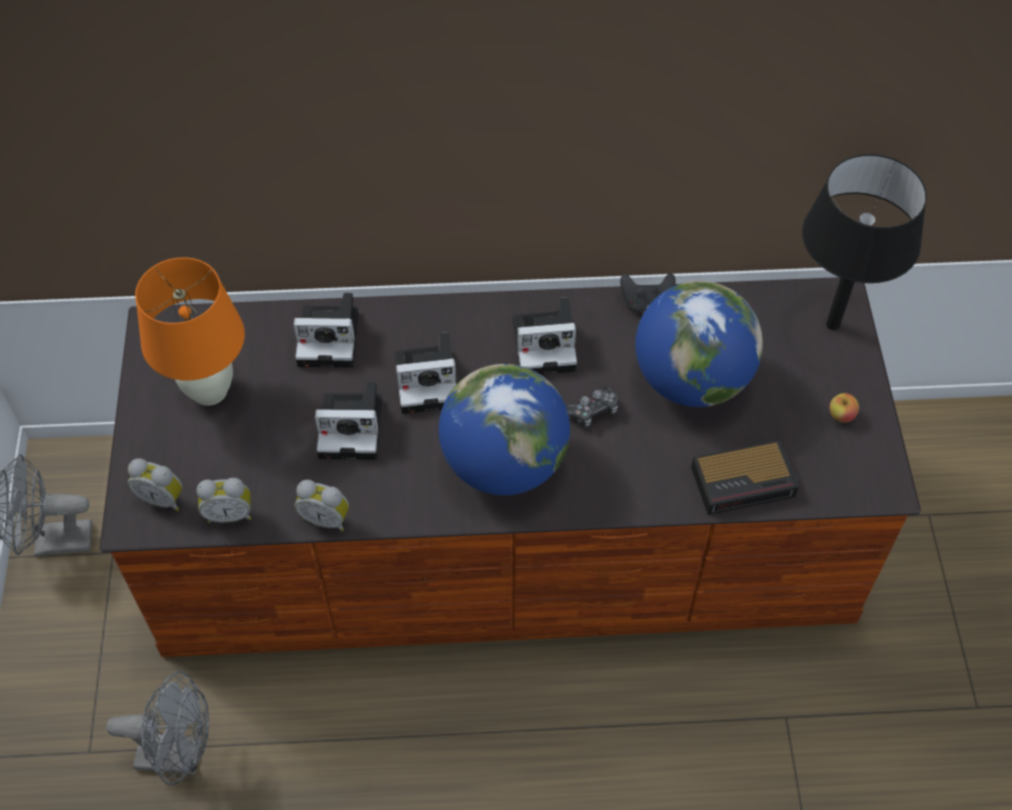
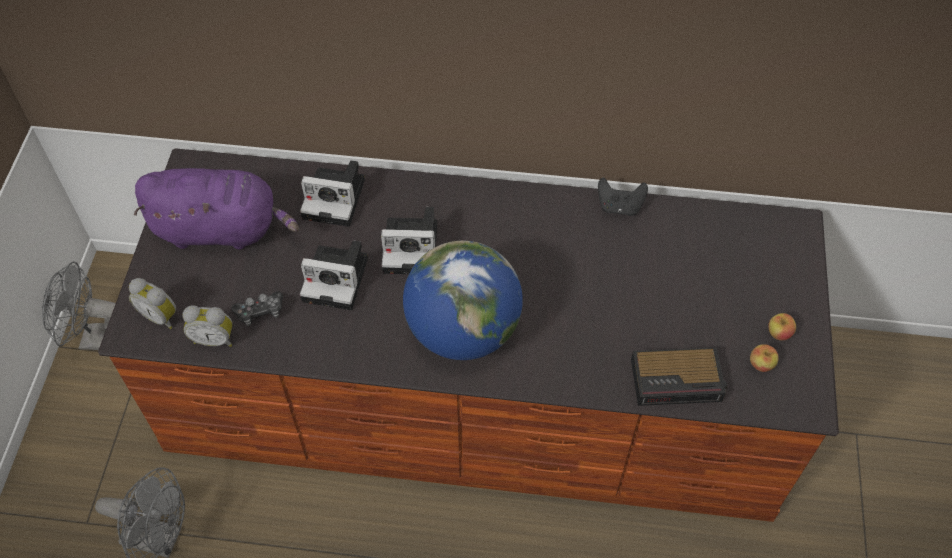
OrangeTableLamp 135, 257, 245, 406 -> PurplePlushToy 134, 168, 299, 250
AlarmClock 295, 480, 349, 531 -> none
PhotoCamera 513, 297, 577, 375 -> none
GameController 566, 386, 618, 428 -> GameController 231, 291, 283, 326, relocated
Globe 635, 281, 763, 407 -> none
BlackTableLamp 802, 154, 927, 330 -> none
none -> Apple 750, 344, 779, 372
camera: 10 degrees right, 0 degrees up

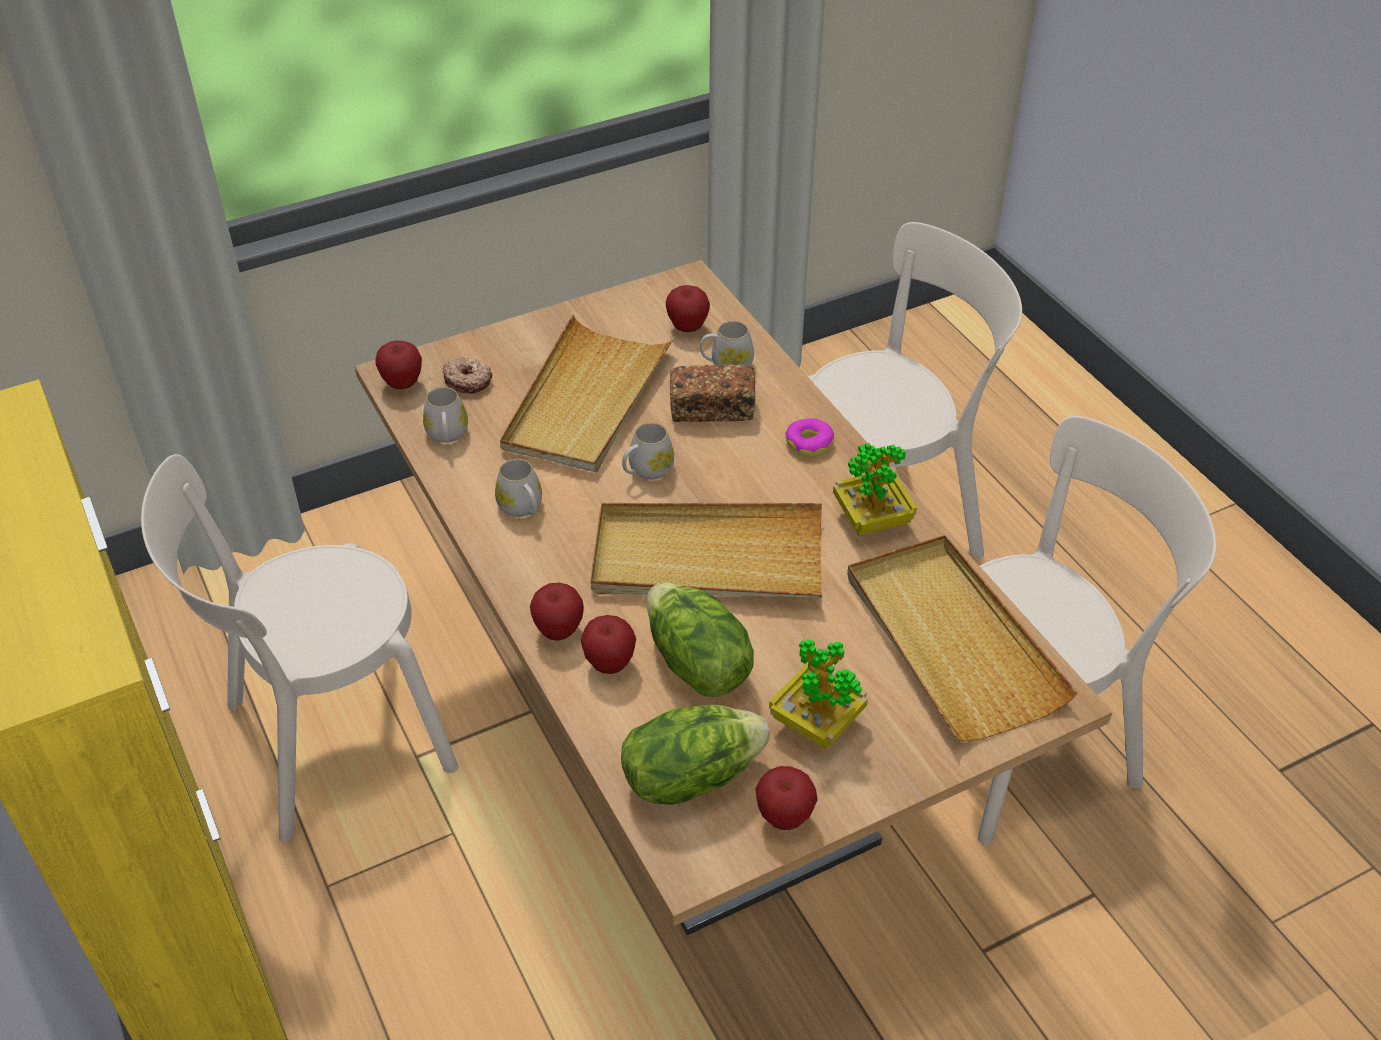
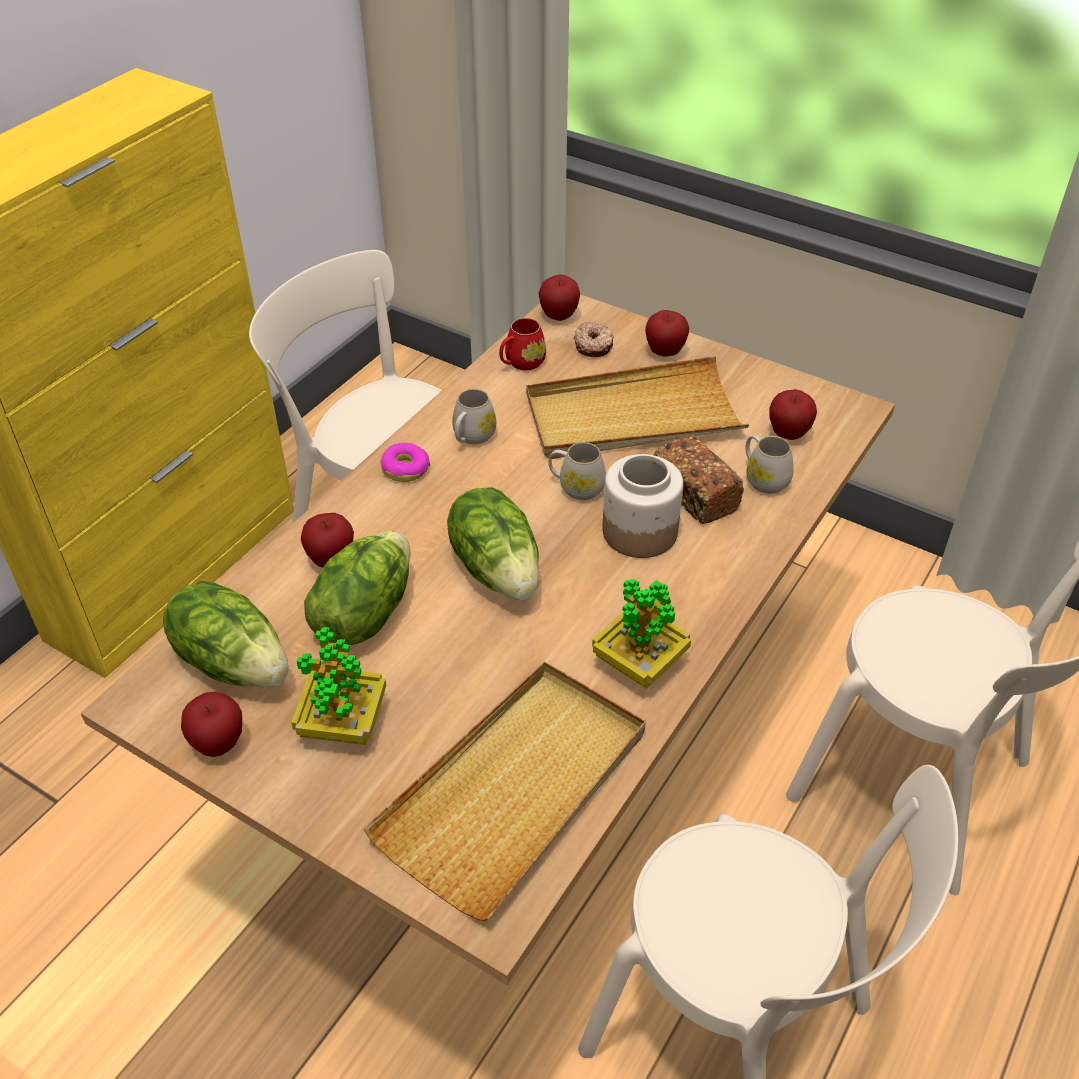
WhiteMug 423, 387, 468, 443 -> RedMug 499, 318, 546, 370
Apple 530, 582, 584, 641 -> Apple 645, 310, 689, 356, relocated
BeigeTray 590, 503, 822, 598 -> Lettuce 447, 487, 539, 600
Donut 785, 418, 834, 457 -> Donut 381, 443, 430, 482, relocated
none -> Jar 603, 454, 683, 558
camera: 60 degrees right, 0 degrees up

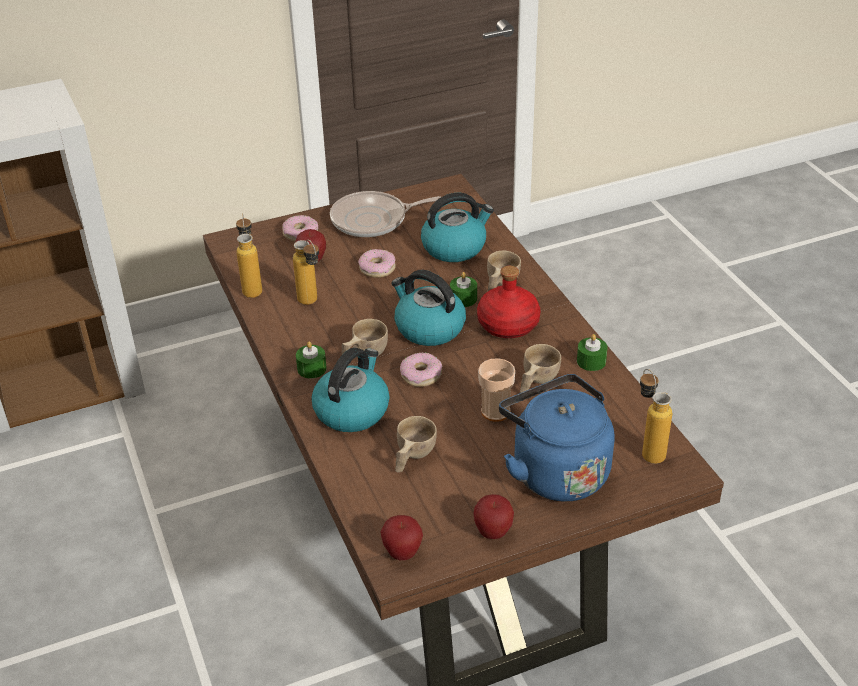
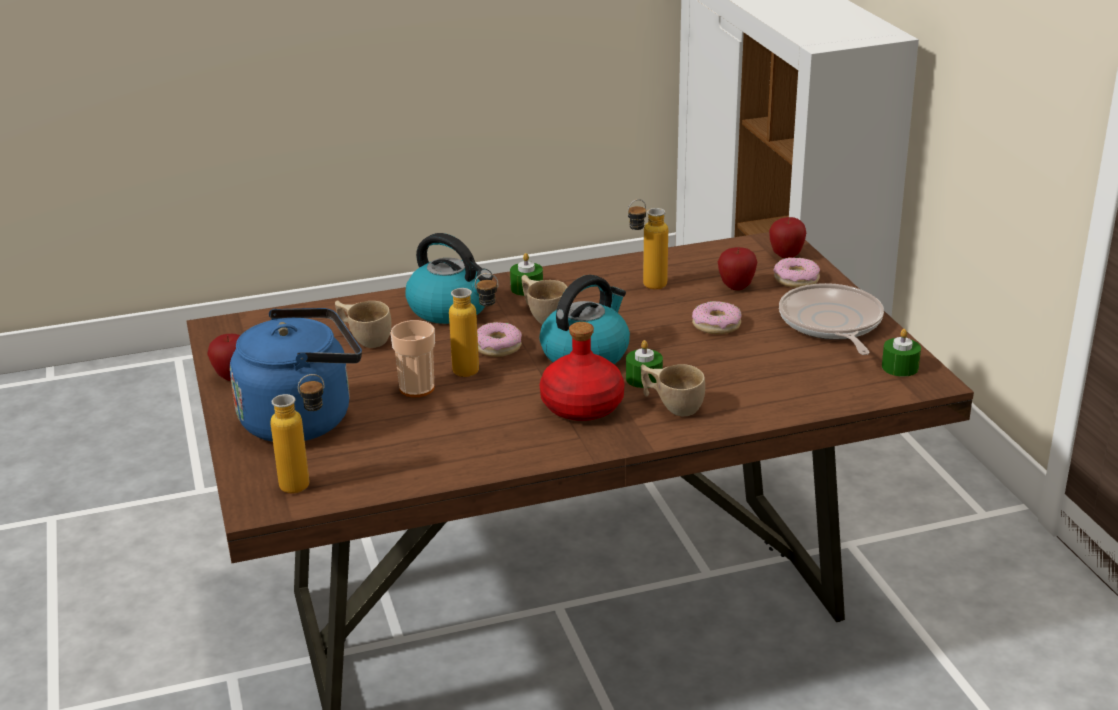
Bottle 236, 213, 262, 298 -> Bottle 449, 273, 498, 377, relocated
Apple 380, 515, 423, 560 -> Apple 769, 217, 806, 258, relocated
Kettle 421, 193, 494, 262 -> none
BeigeCup 520, 344, 561, 393 -> none
GreenCandle 577, 334, 608, 371 -> GreenCandle 882, 329, 921, 377, relocated
camera: 95 degrees right, 10 degrees down

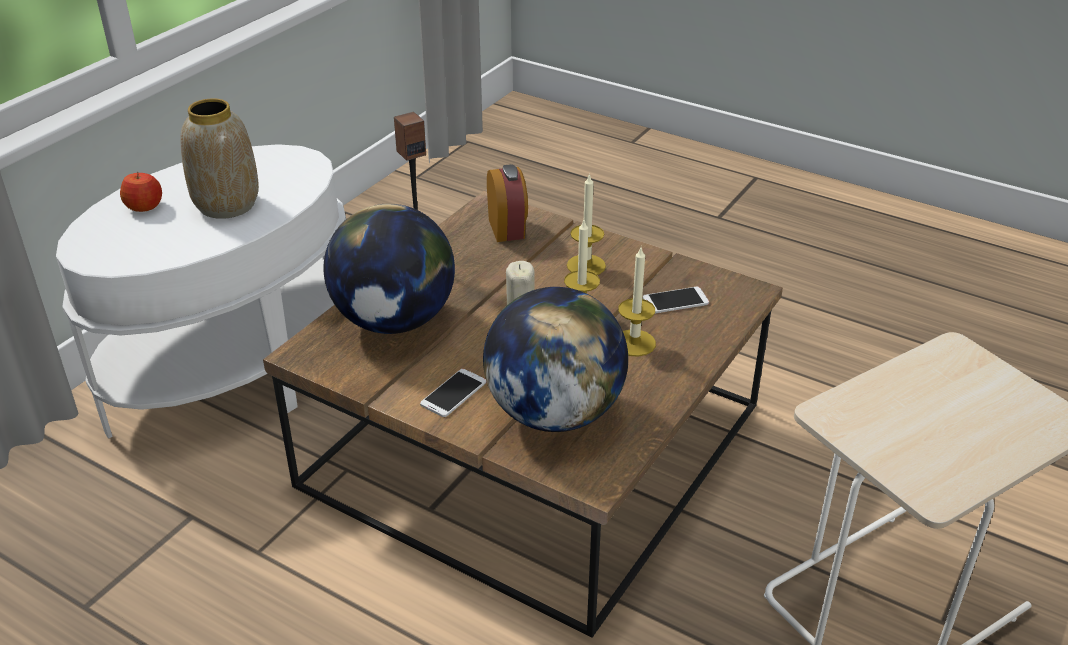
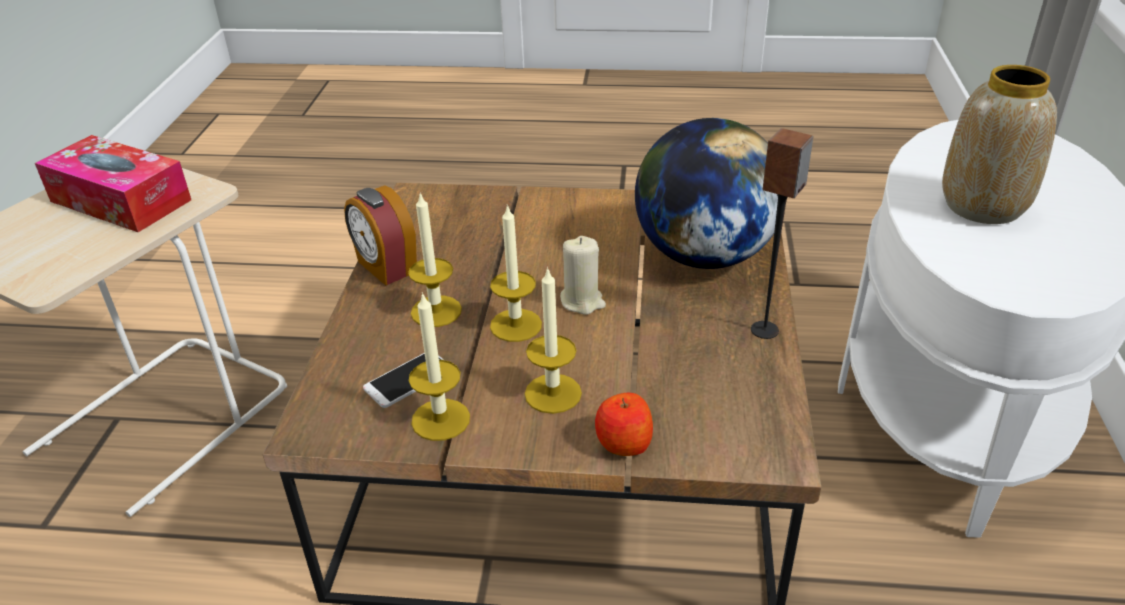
Apple 120, 172, 162, 212 -> Apple 595, 393, 653, 456, relocated
Phone 420, 369, 486, 417 -> none
Globe 483, 287, 628, 432 -> none
AlarmClock 487, 164, 528, 242 -> AlarmClock 344, 185, 417, 286, relocated
none -> TissueBox 35, 135, 191, 232
none -> Candle 409, 292, 470, 441
camera: 155 degrees right, 0 degrees up

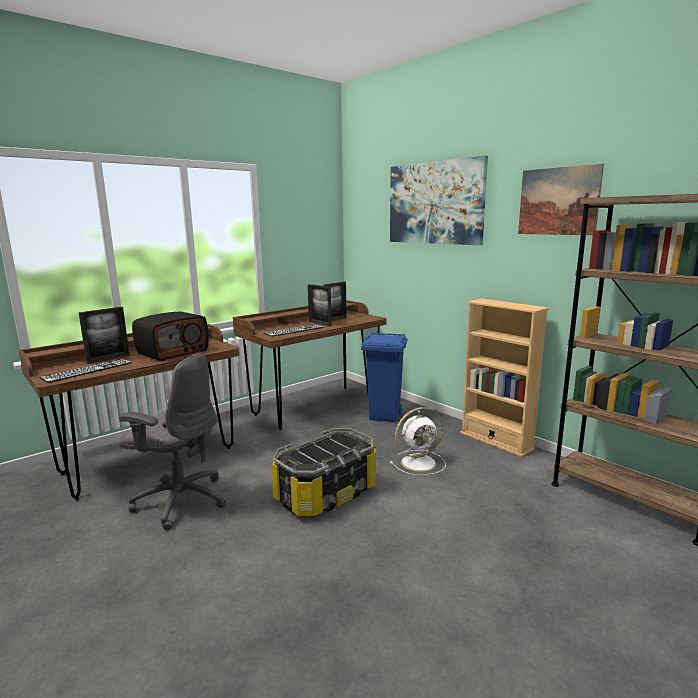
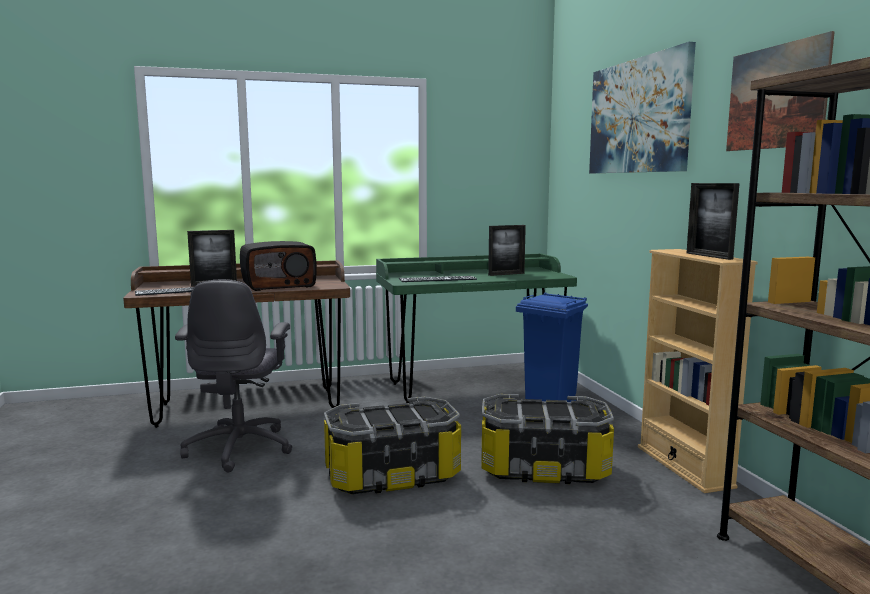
GreyOfficeChair 118, 354, 226, 530 -> GreyOfficeChair 175, 280, 292, 473, 45 degrees clockwise
BrownDesk 233, 300, 387, 430 -> GreenDesk 376, 253, 577, 403
PictureFrame 308, 284, 332, 326 -> PictureFrame 687, 183, 740, 260, relocated
WhiteFan 390, 407, 446, 475 -> StorageBox 481, 394, 614, 484
camera: 25 degrees right, 5 degrees down

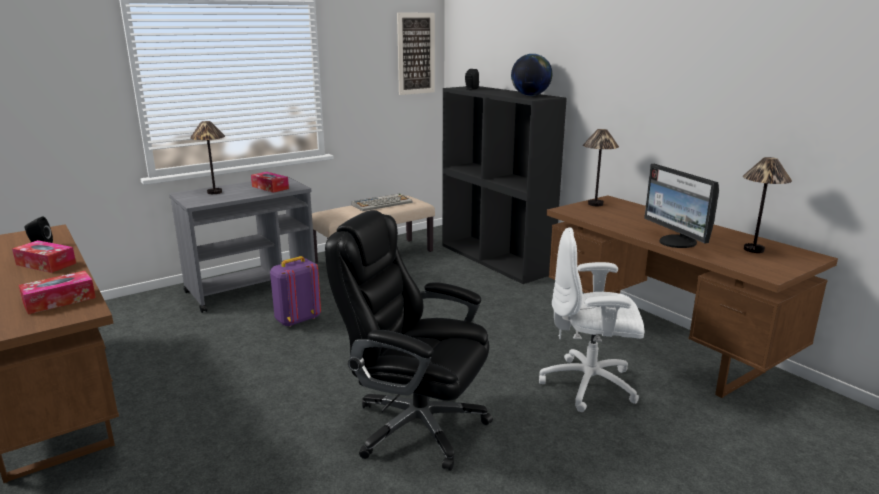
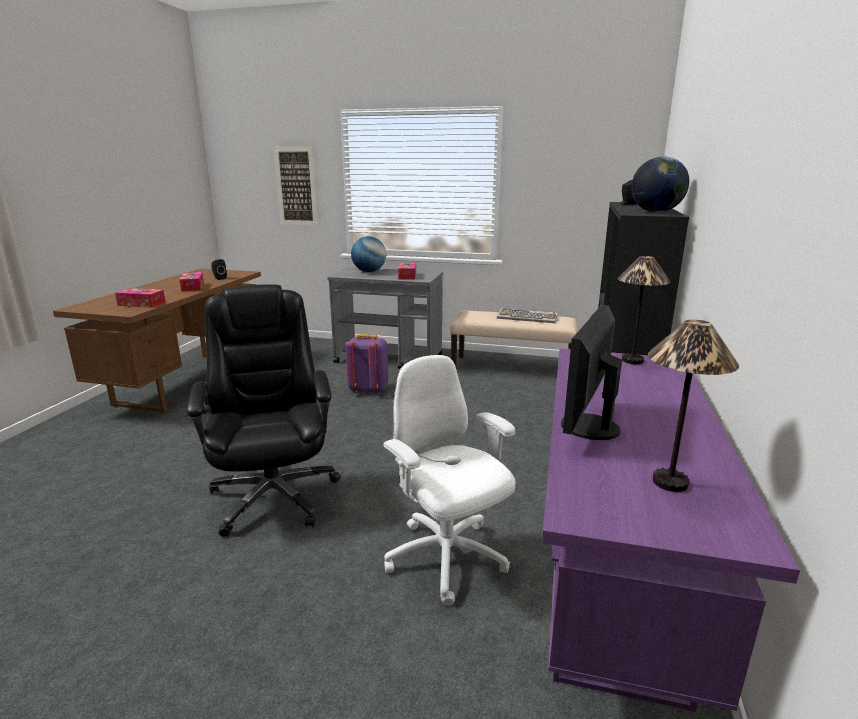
TableLamp 190, 121, 225, 194 -> Globe 351, 236, 386, 272
Picture 397, 13, 435, 95 -> Picture 273, 147, 318, 225, relocated
BrownDesk 547, 195, 838, 398 -> PurpleDesk 542, 349, 800, 712
camera: 50 degrees right, 0 degrees up

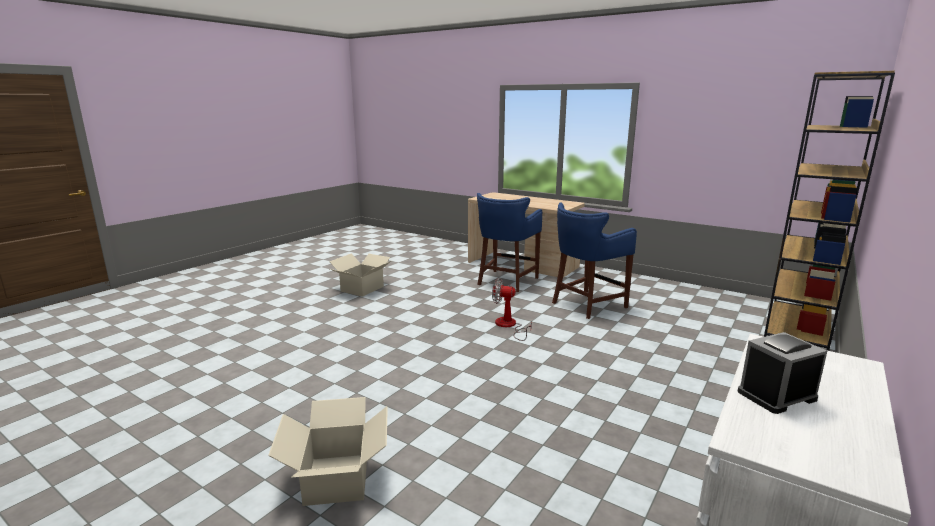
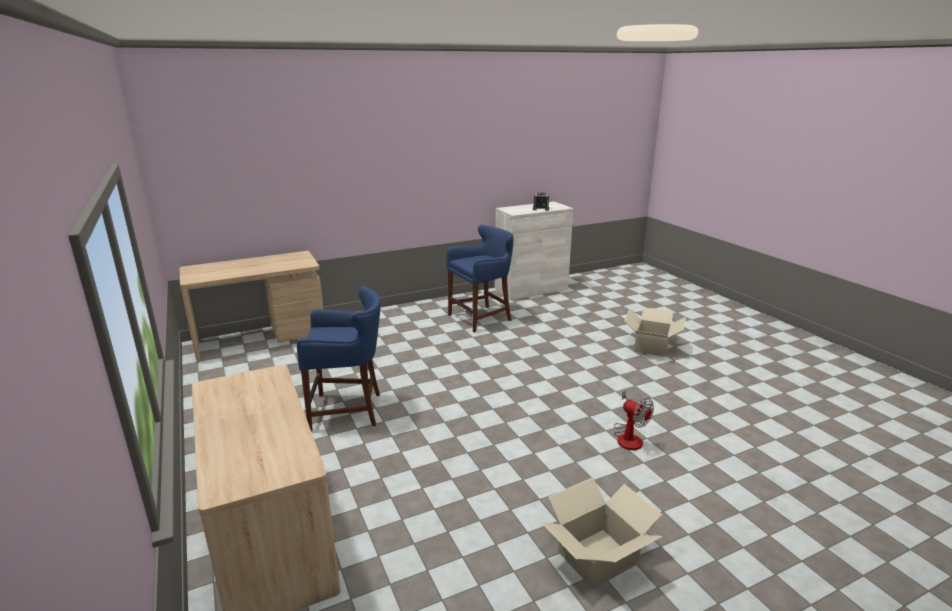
BlueStool 477, 193, 542, 292 -> BlueStool 447, 225, 514, 332, relocated
Fan 492, 278, 532, 341 -> Fan 614, 390, 654, 450, relocated
BrownBookcase 764, 71, 895, 351 -> BeigeDesk 180, 251, 323, 362
camera: 150 degrees left, 5 degrees up

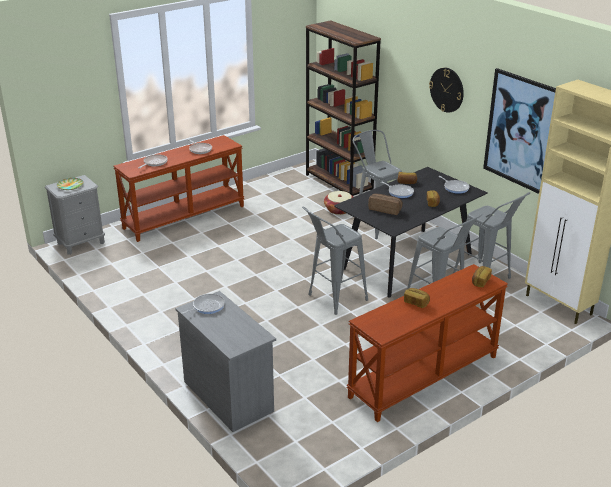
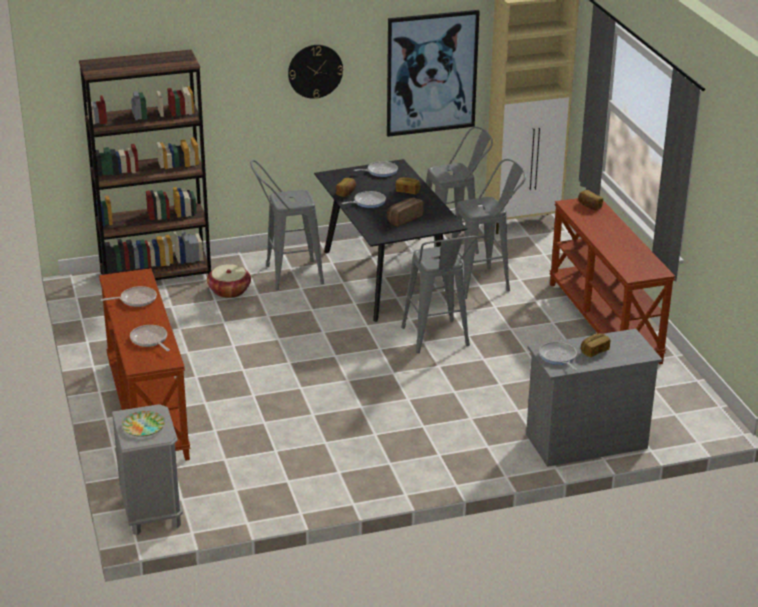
Bread 404, 288, 430, 308 -> Bread 581, 333, 610, 357, relocated
camera: 70 degrees left, 0 degrees up

